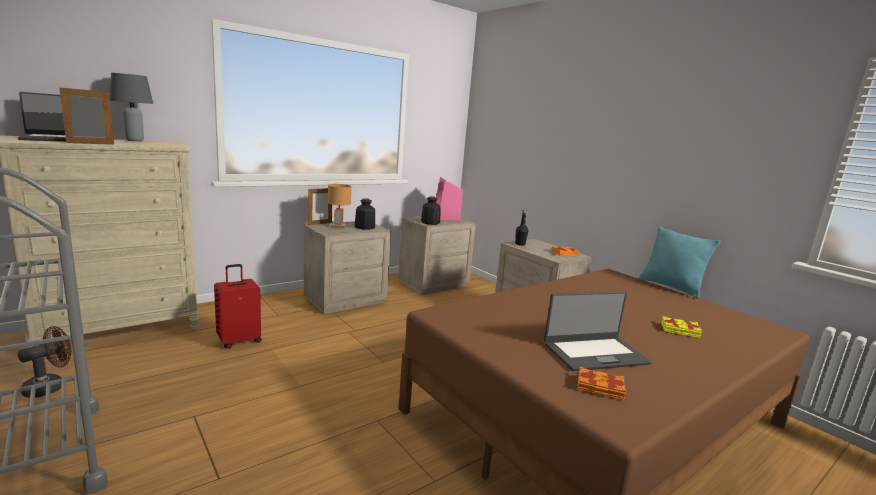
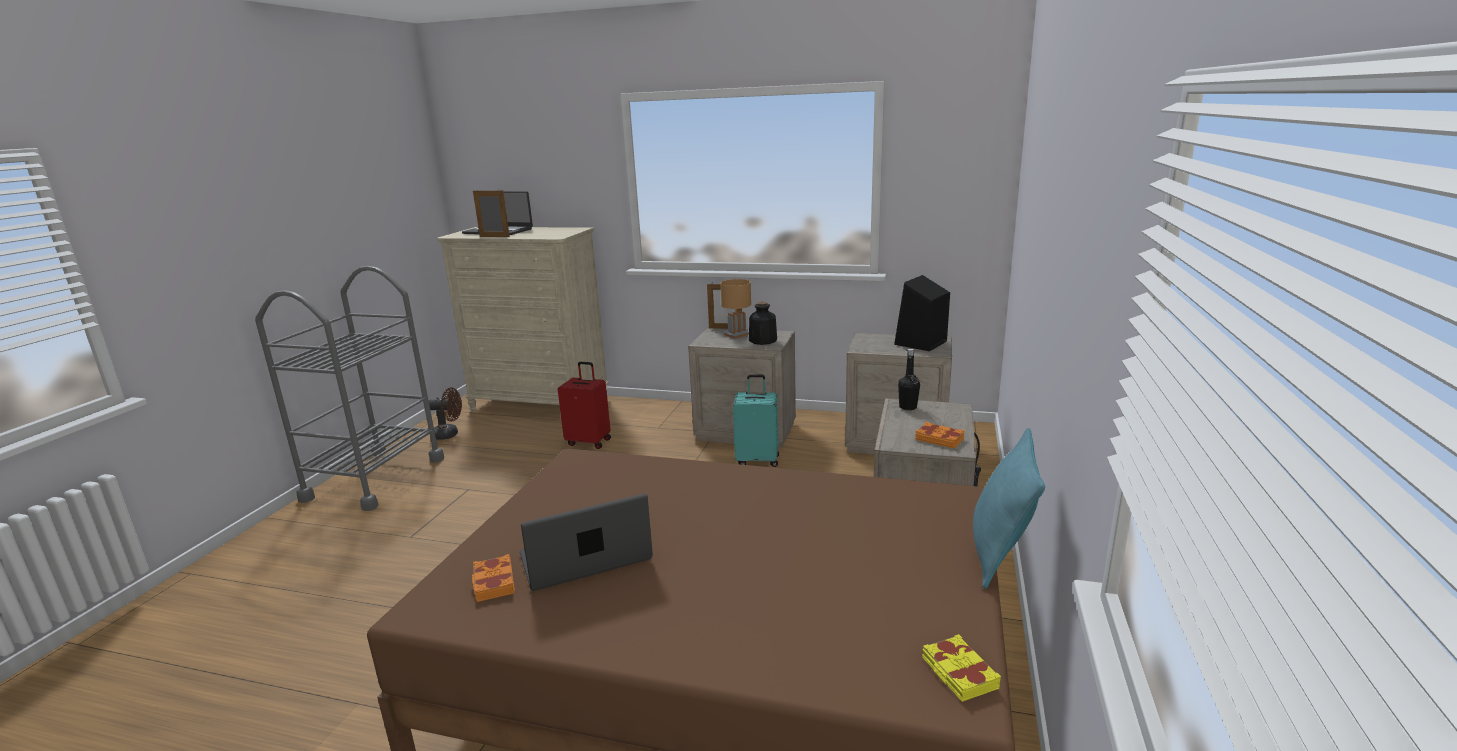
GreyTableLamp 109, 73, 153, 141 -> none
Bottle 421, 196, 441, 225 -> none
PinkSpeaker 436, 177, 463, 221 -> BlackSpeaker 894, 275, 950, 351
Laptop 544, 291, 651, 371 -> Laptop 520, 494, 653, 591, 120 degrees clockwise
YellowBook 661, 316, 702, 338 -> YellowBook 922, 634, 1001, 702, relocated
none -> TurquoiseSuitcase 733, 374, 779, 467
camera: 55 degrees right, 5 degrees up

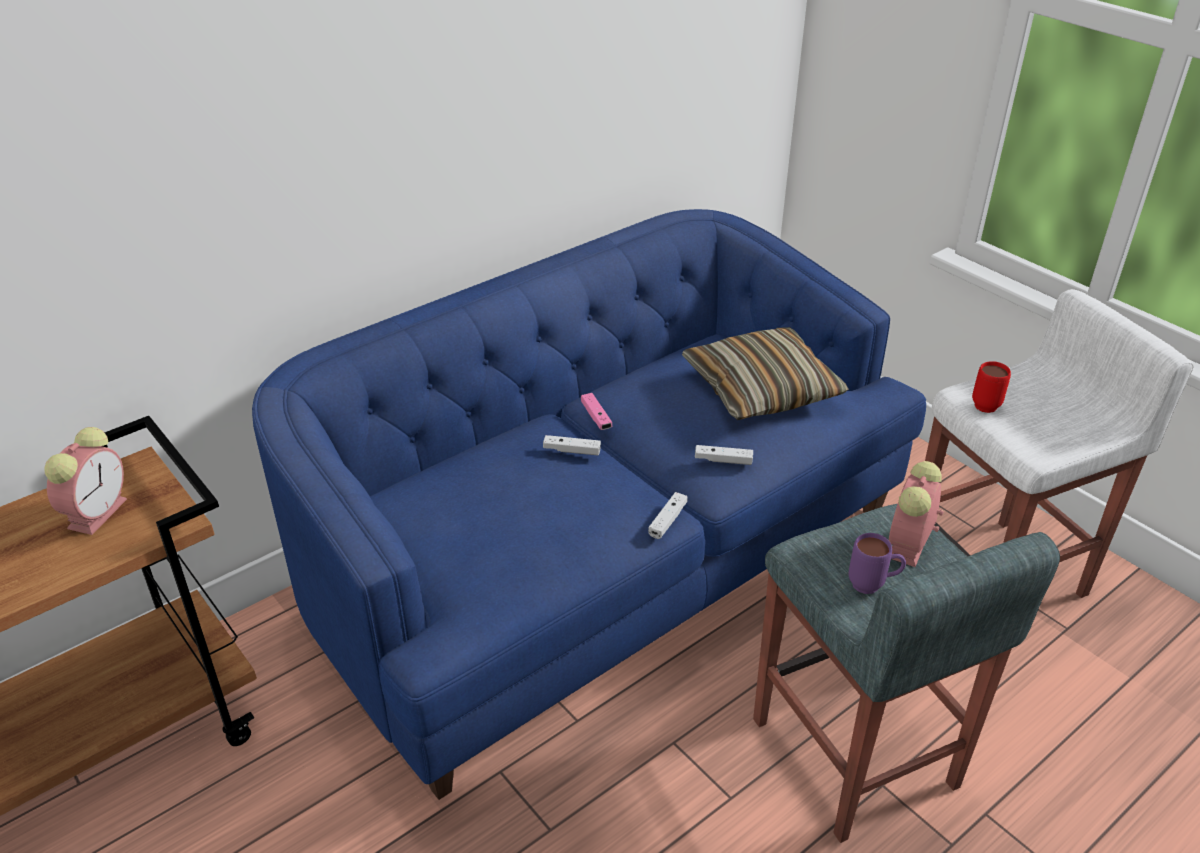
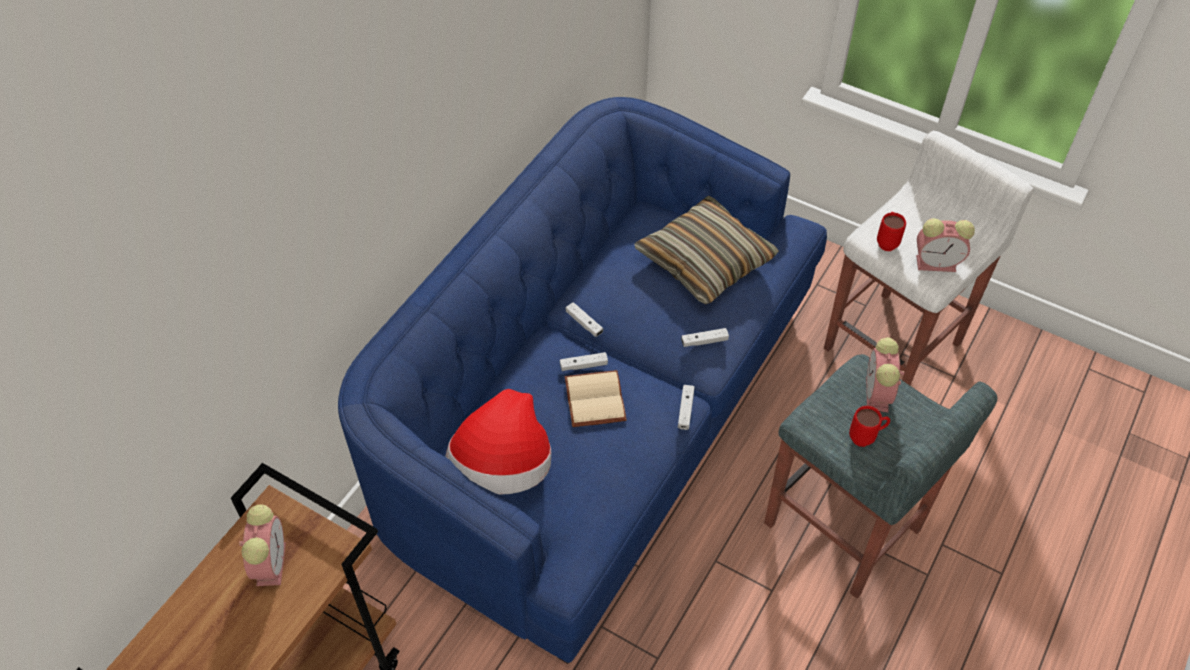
PinkGameController 581, 393, 612, 430 -> WhiteGameController 566, 302, 603, 337
PurpleMug 849, 533, 906, 594 -> RedMug 849, 406, 890, 447
none -> Hat 445, 389, 551, 495
none -> BeigeBook 564, 370, 627, 427
none -> AlarmClock 916, 218, 975, 272
camera: 20 degrees left, 15 degrees up

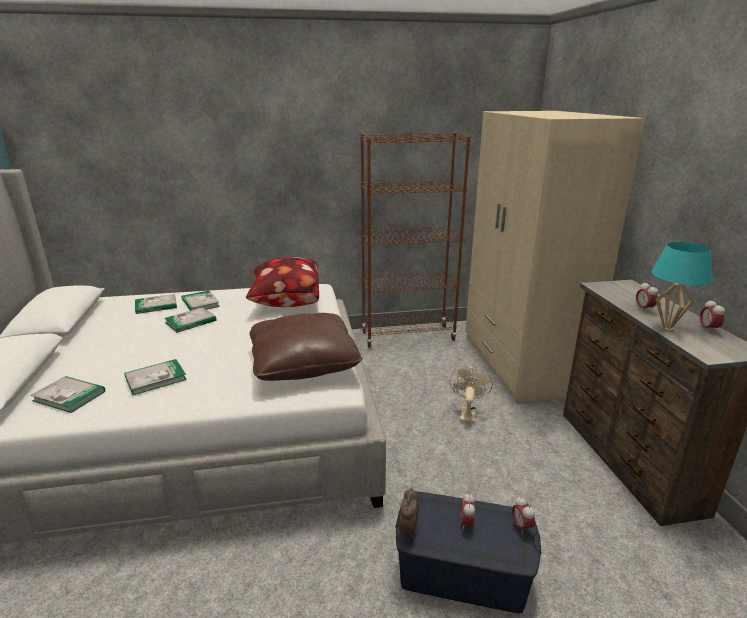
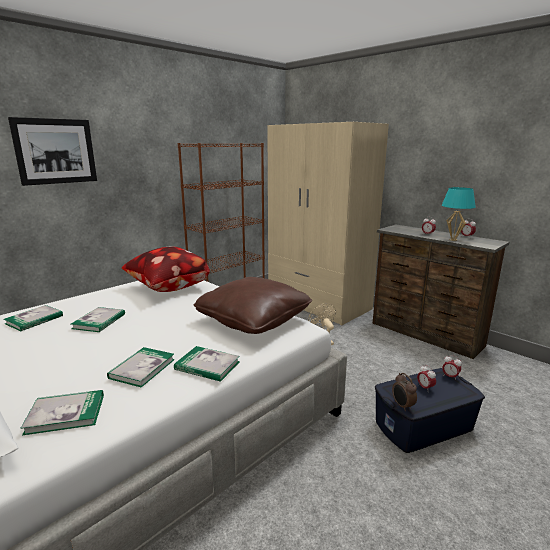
Book 181, 291, 220, 311 -> Book 174, 346, 240, 382, relocated
none -> Picture 8, 117, 97, 186
camera: 35 degrees left, 5 degrees down

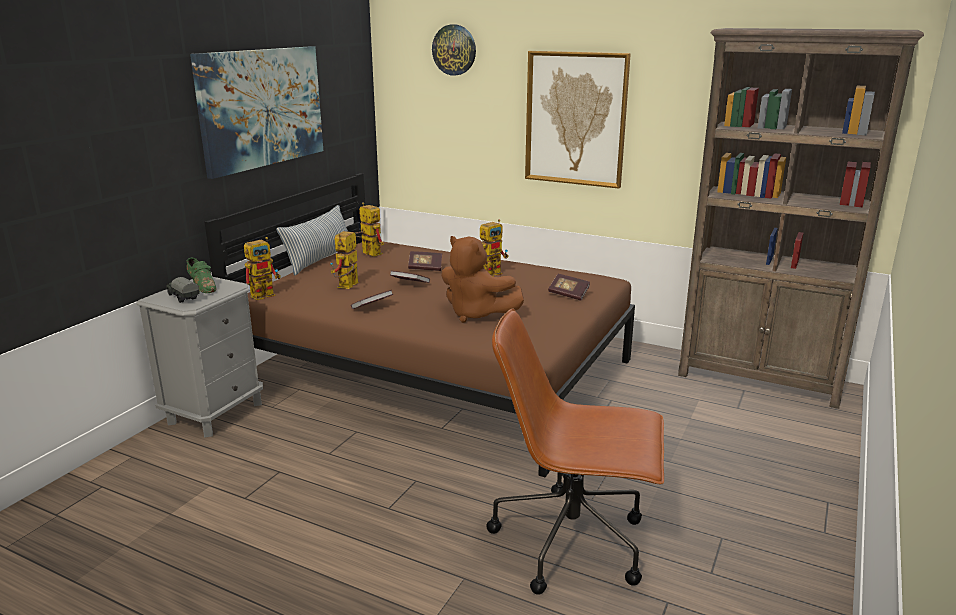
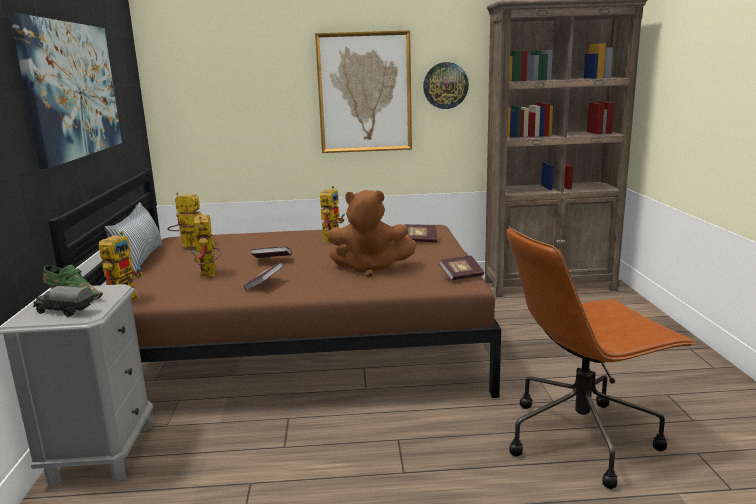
Book 408, 251, 442, 271 -> Book 439, 256, 484, 281, relocated
WallClock 432, 24, 476, 76 -> WallClock 423, 62, 469, 109, relocated
camera: 30 degrees left, 5 degrees down

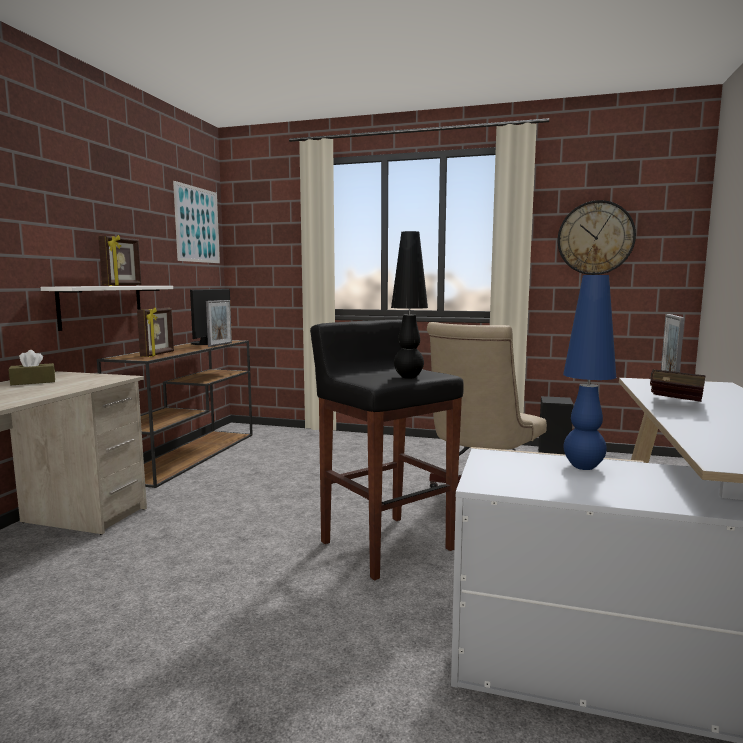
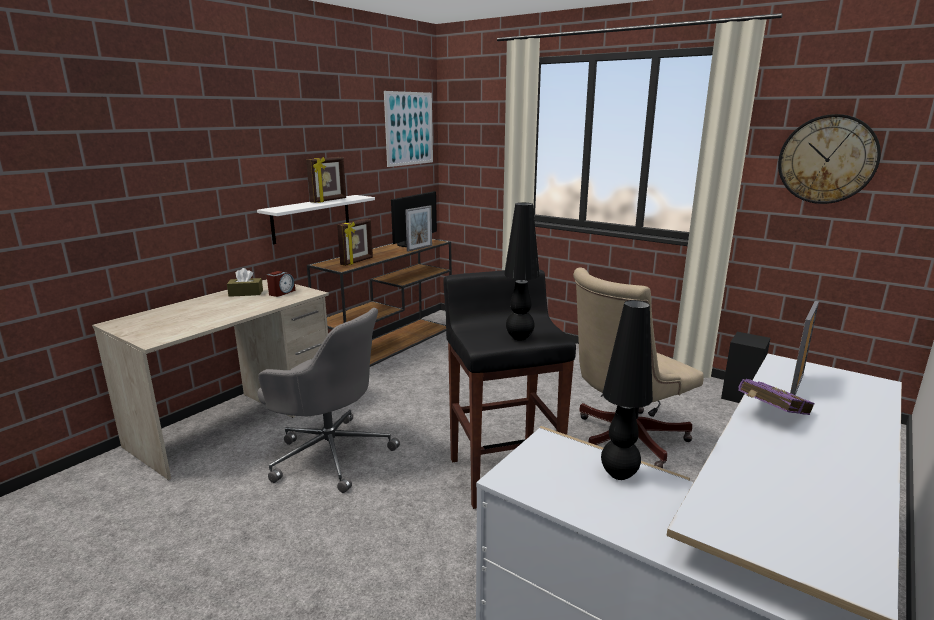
BlueTableLamp 563, 275, 617, 470 -> BlackTableLamp 601, 300, 653, 480
RedBook 650, 369, 706, 402 -> PurpleBook 738, 379, 815, 415
none -> GreyOfficeChair 258, 308, 400, 493
none -> AlarmClock 267, 271, 295, 297
camera: 20 degrees right, 10 degrees up

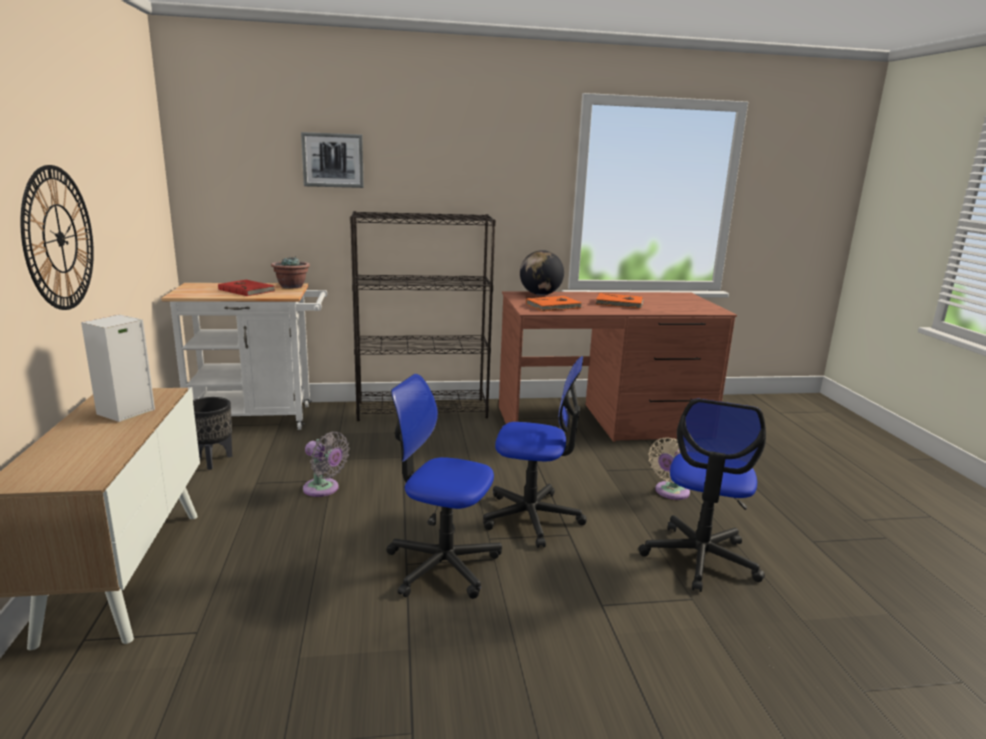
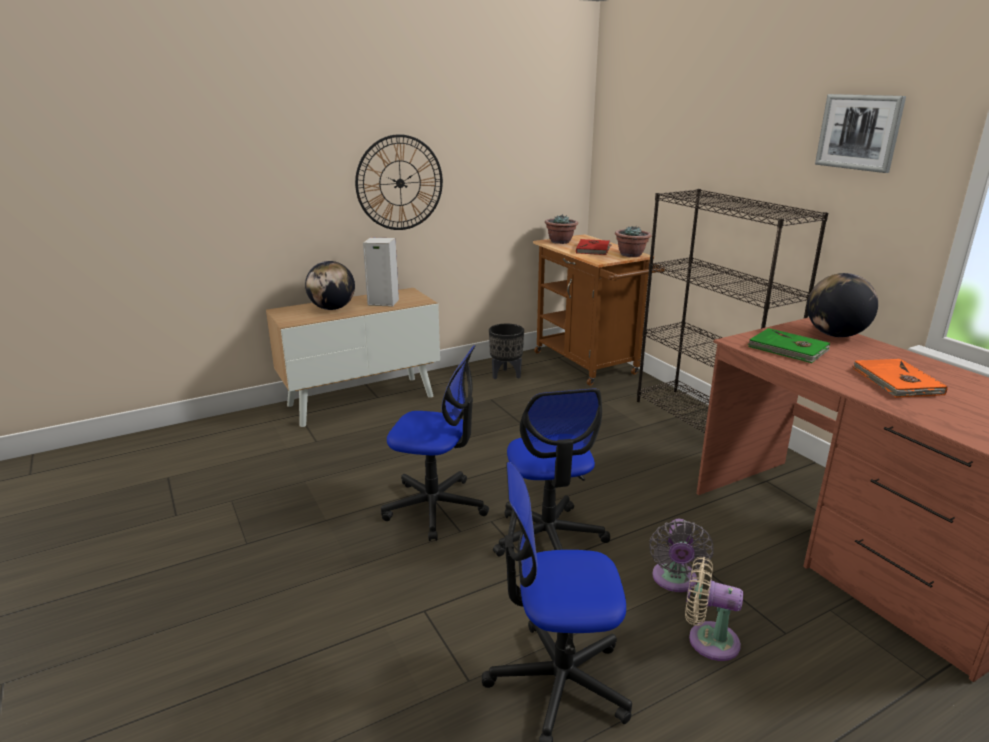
WhiteCart 161, 283, 327, 430 -> BrownCart 533, 234, 665, 386
Picture 301, 132, 364, 188 -> Picture 815, 94, 906, 173, relocated
GreyFan 303, 432, 350, 497 -> GreyFan 649, 519, 714, 592, relocated
OfficeChair 386, 374, 502, 599 -> OfficeChair 381, 345, 489, 541, 105 degrees clockwise
OrangeBook 526, 296, 583, 312 -> GreenBook 747, 328, 830, 363
none -> Globe 305, 261, 355, 310
none -> PottedPlant 545, 215, 578, 244
camera: 70 degrees right, 5 degrees up

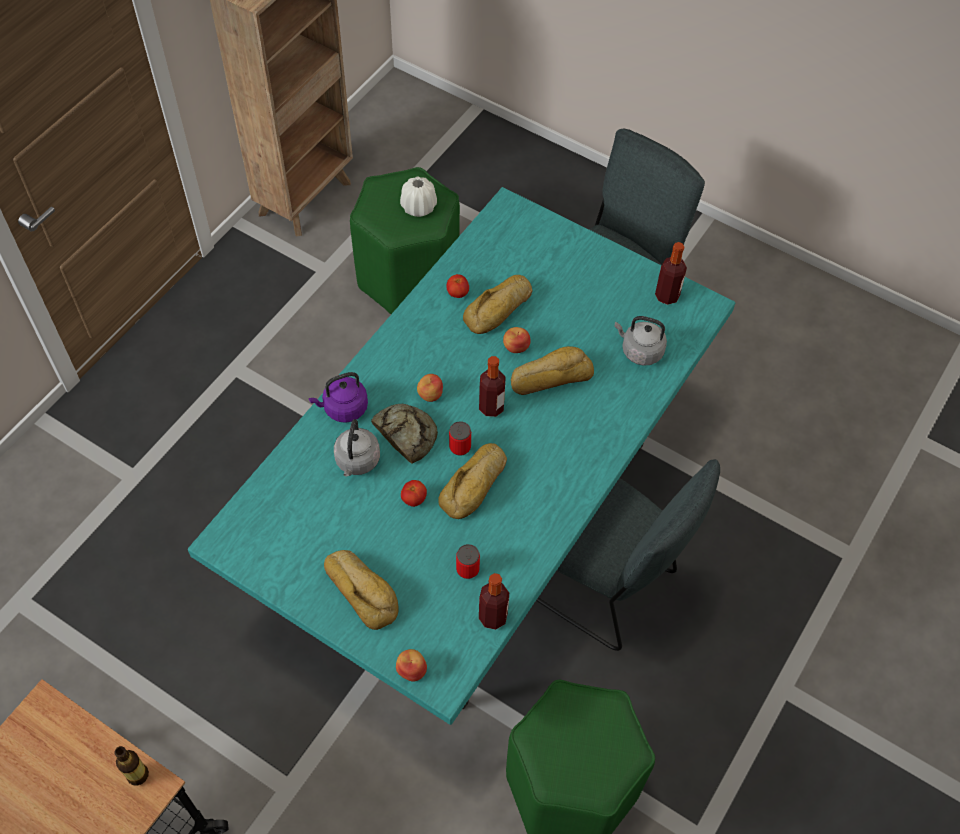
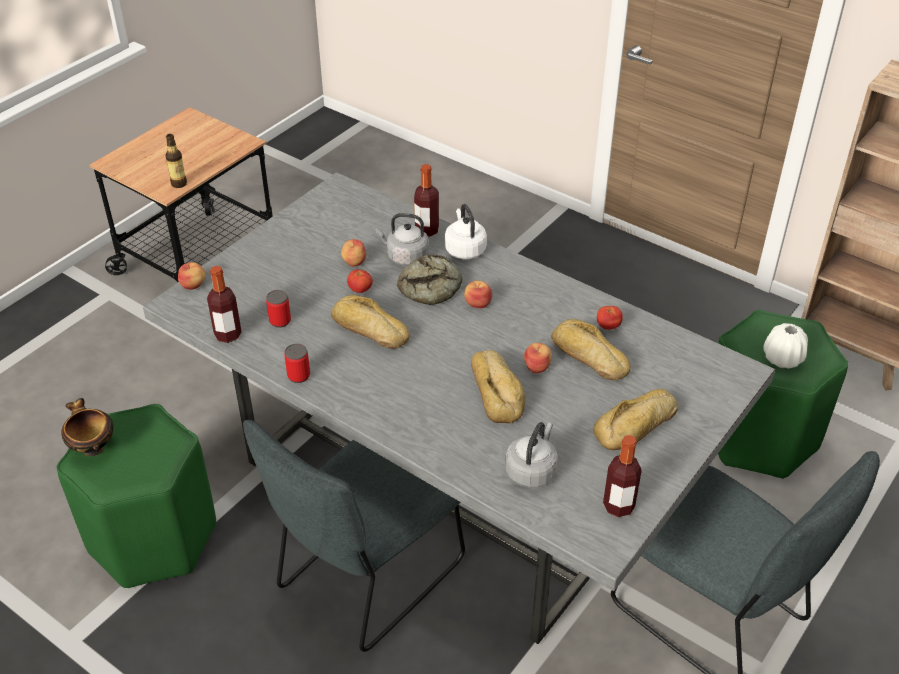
TurquoiseDiningTable 188, 187, 735, 725 -> GreyDiningTable 143, 172, 775, 644
PurpleKettle 309, 372, 368, 423 -> WhiteKettle 445, 204, 487, 259
Bread 324, 550, 398, 630 -> Bread 593, 389, 678, 450, relocated
Can 449, 421, 471, 456 -> Can 285, 344, 310, 383, relocated
Bottle 479, 356, 506, 417 -> Bottle 414, 164, 439, 237, relocated
none -> Bowl 61, 398, 113, 456
none -> Apple 341, 239, 366, 267
camera: 95 degrees right, 15 degrees down

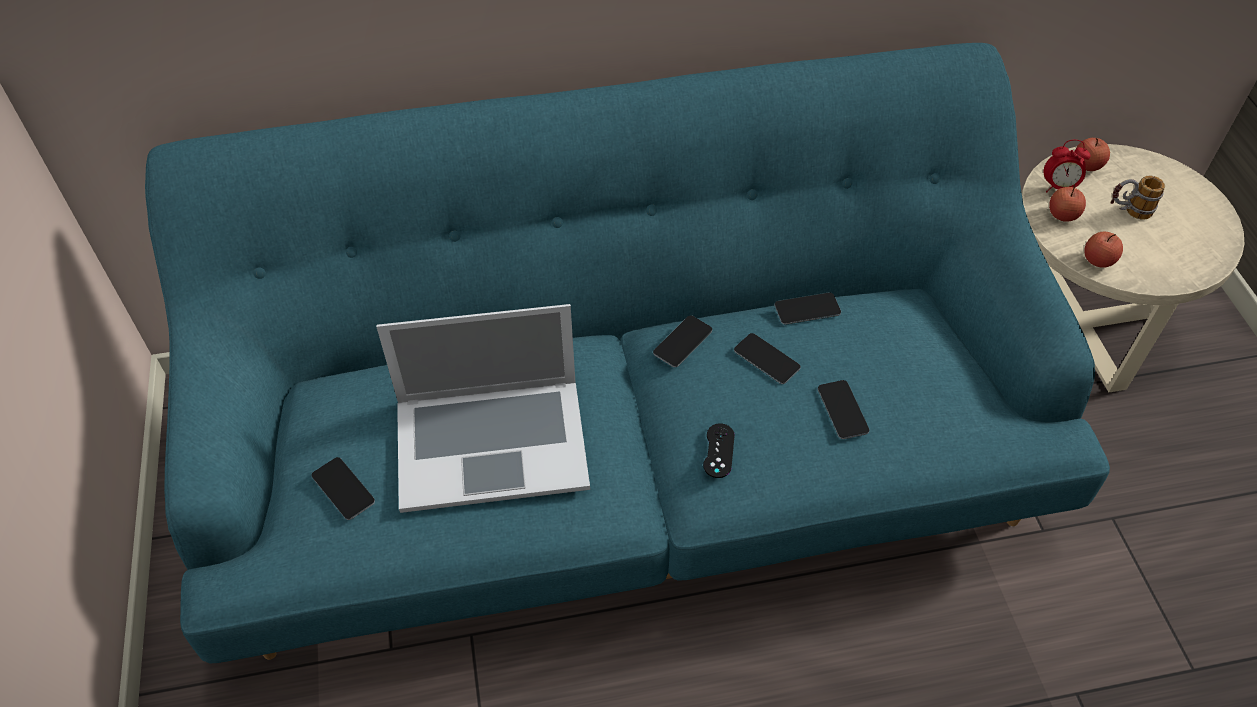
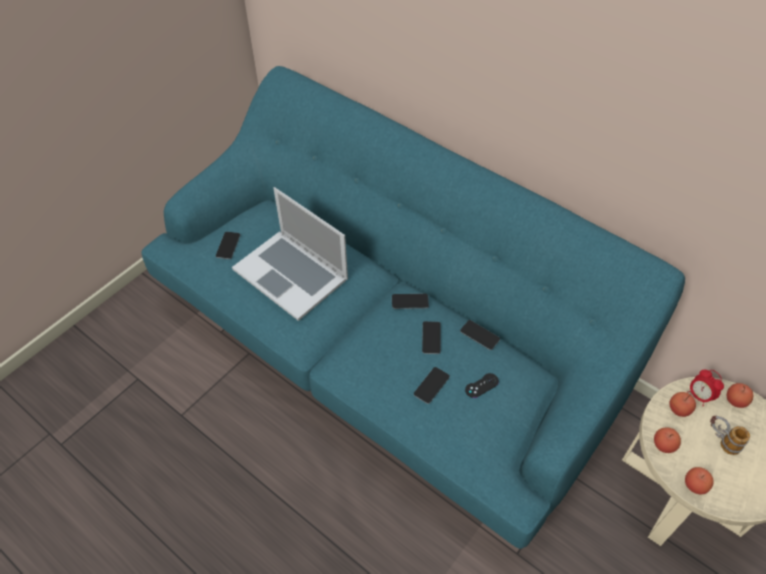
BlackGameController 703, 423, 735, 478 -> BlackGameController 465, 373, 499, 398, relocated
none -> Apple 685, 467, 714, 494
camera: 50 degrees right, 0 degrees up

